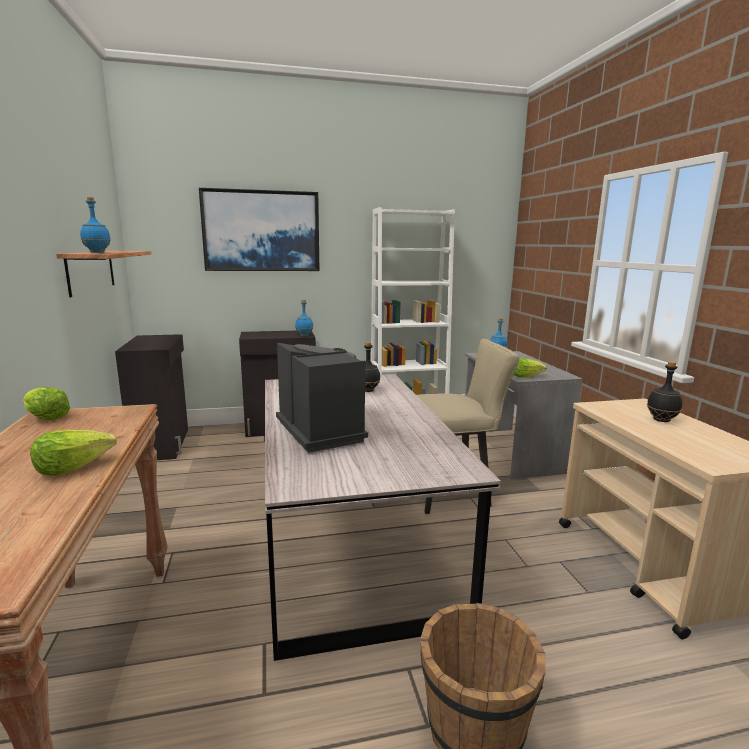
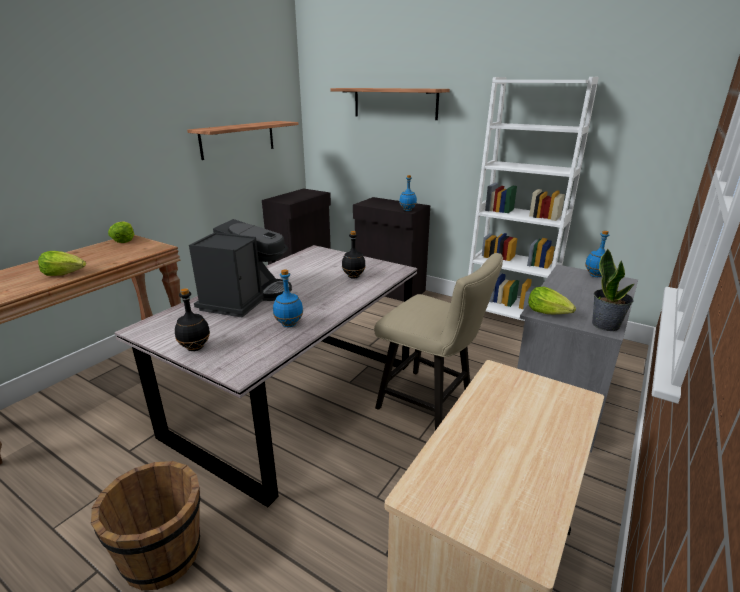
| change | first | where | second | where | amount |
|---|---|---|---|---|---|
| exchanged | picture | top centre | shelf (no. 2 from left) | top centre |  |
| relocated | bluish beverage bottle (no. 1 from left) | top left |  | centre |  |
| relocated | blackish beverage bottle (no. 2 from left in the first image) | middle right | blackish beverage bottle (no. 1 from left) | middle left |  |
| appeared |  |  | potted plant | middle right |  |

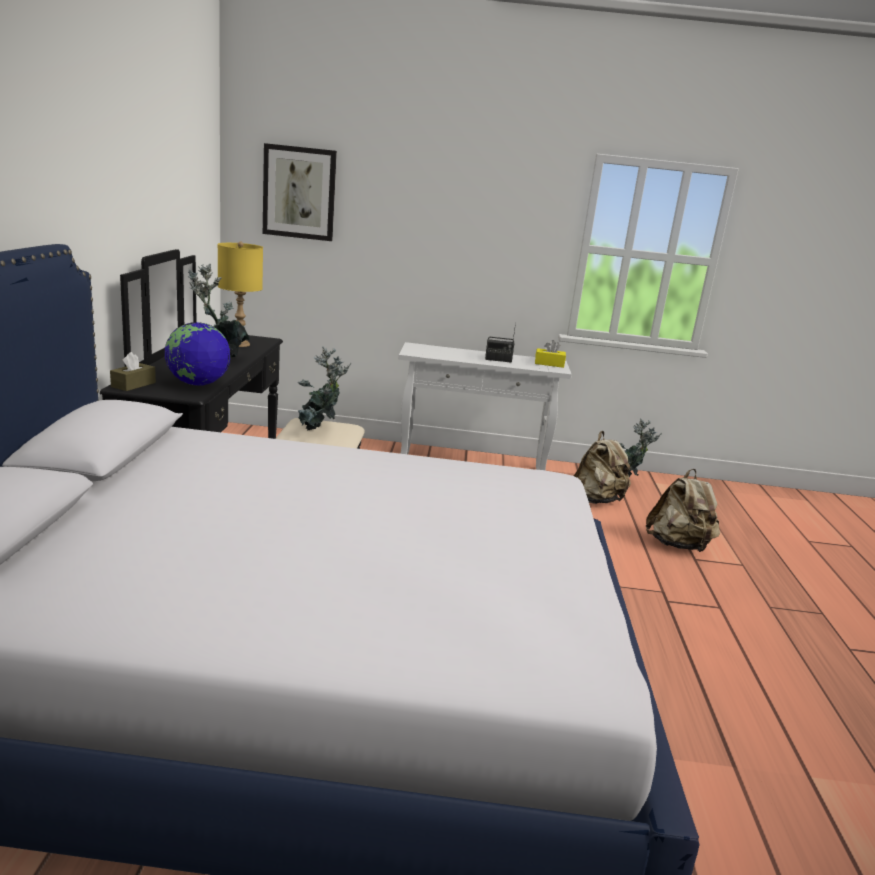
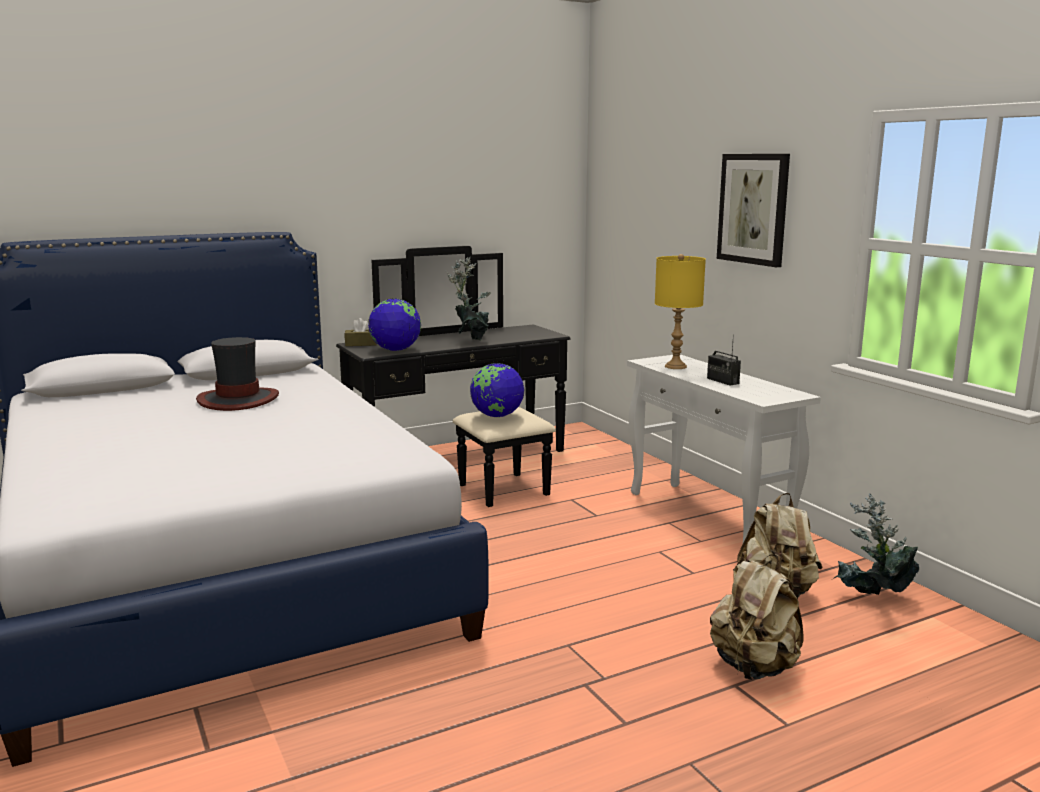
| change | first | where | second | where | amount |
|---|---|---|---|---|---|
| relocated | picture | top centre |  | top right |  |
| relocated | yellow-coloured tabletop lamp | middle left |  | centre |  |
| missing | yellow-coloured tissue box | centre |  |  |  |
| exchanged | potted plant (no. 2 from left) | centre | globe (no. 2 from left) | centre |  |
| appeared |  |  | wearable hat | middle left |  |

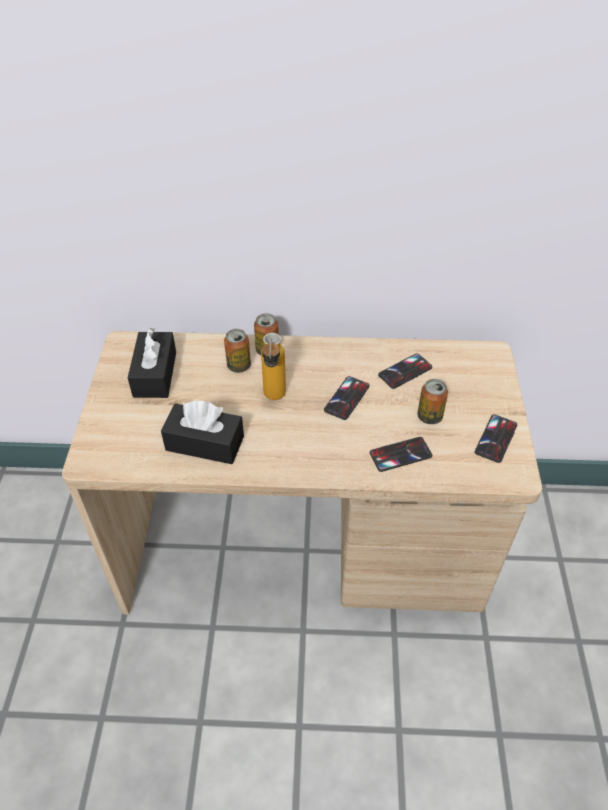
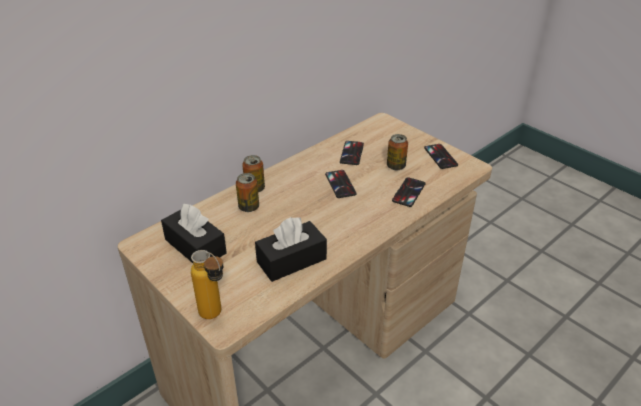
| change | first | where | second | where | amount |
|---|---|---|---|---|---|
| relocated | beverage bottle | centre |  | bottom left |  |

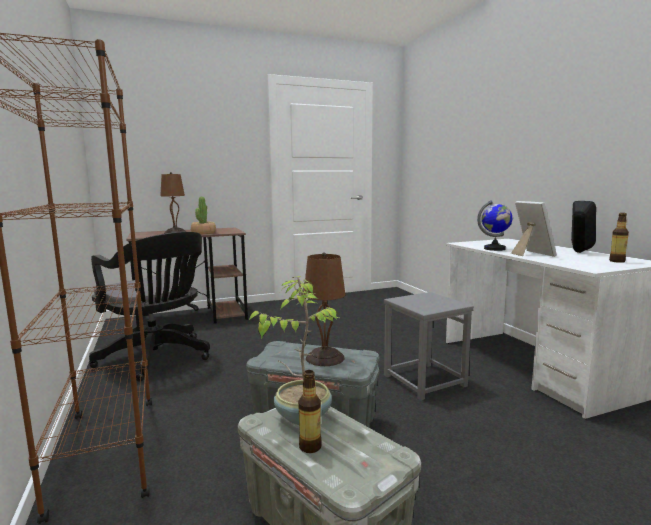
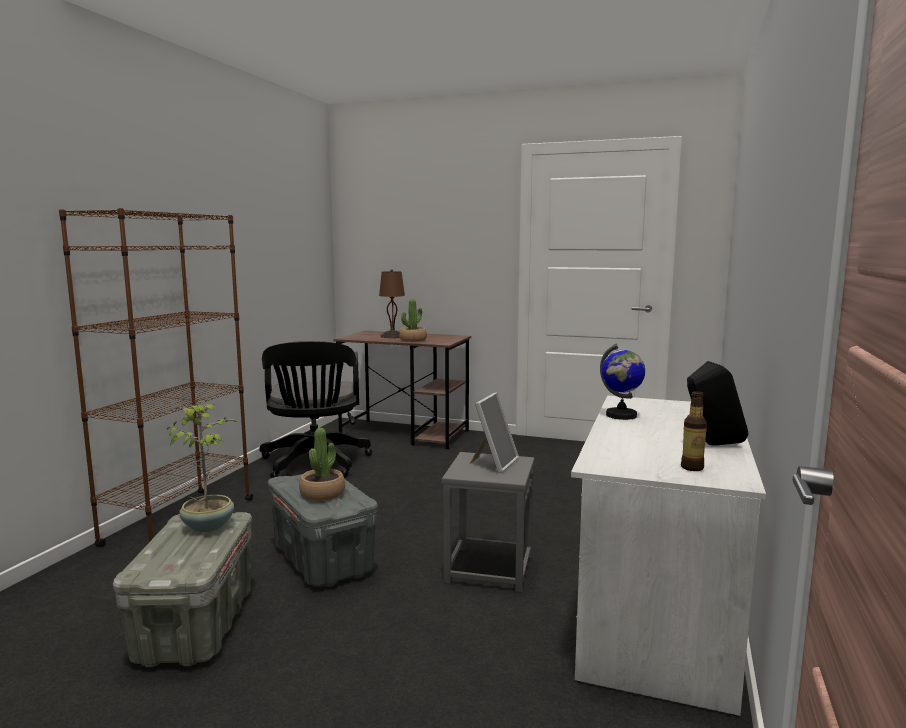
| change | first | where | second | where | amount |
|---|---|---|---|---|---|
| relocated | standing frame | middle right |  | centre |  |
| exchanged | brownish tabletop lamp (no. 2 from left) | centre | potted plant (no. 2 from left) | centre |  |
| missing | beverage bottle (no. 1 from left) | bottom centre |  |  |  |

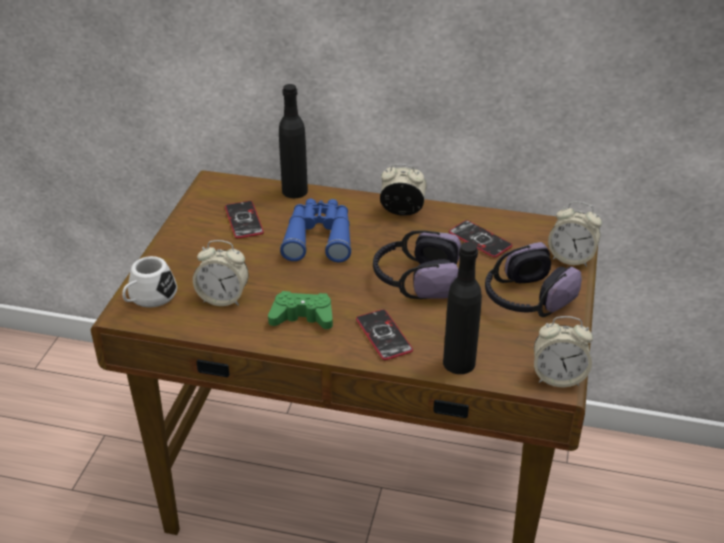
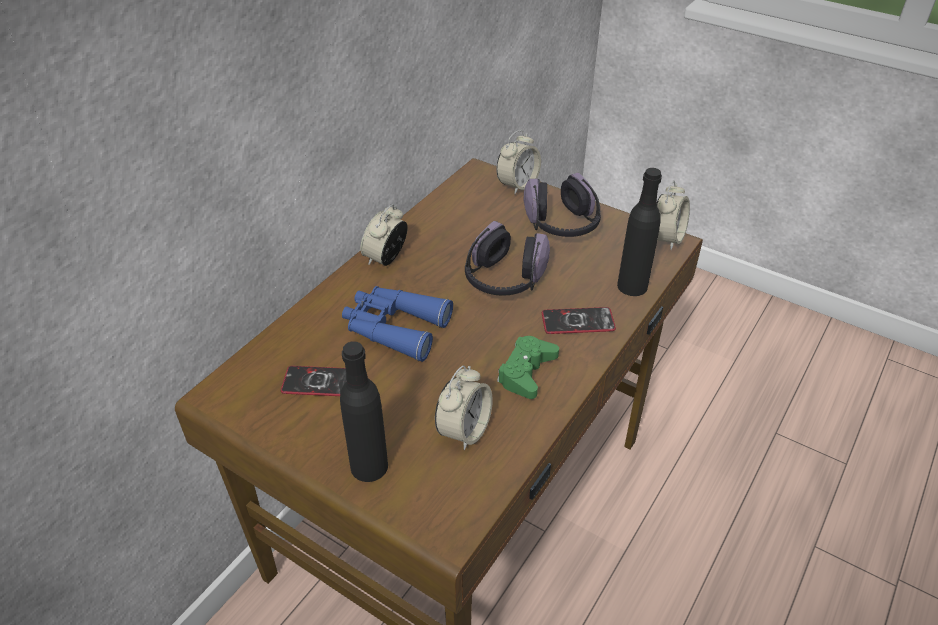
| change | first | where | second | where | amount |
|---|---|---|---|---|---|
| relocated | blackish beverage bottle (no. 1 from left) | top centre |  | centre |  |
| missing | telephone (no. 3 from left) | centre |  |  |  |
| missing | white-coloured coffee mug | middle left |  |  |  |

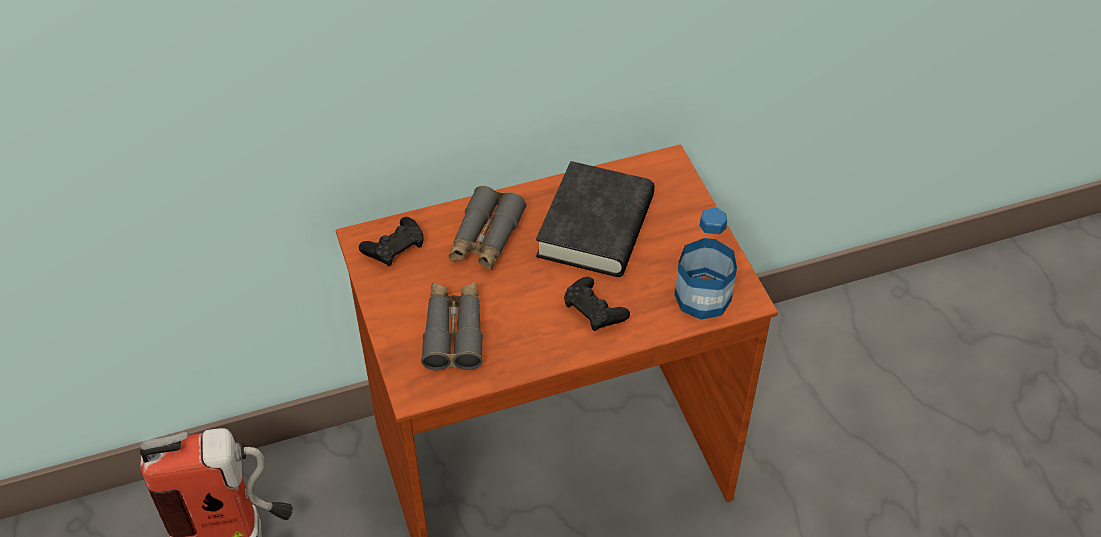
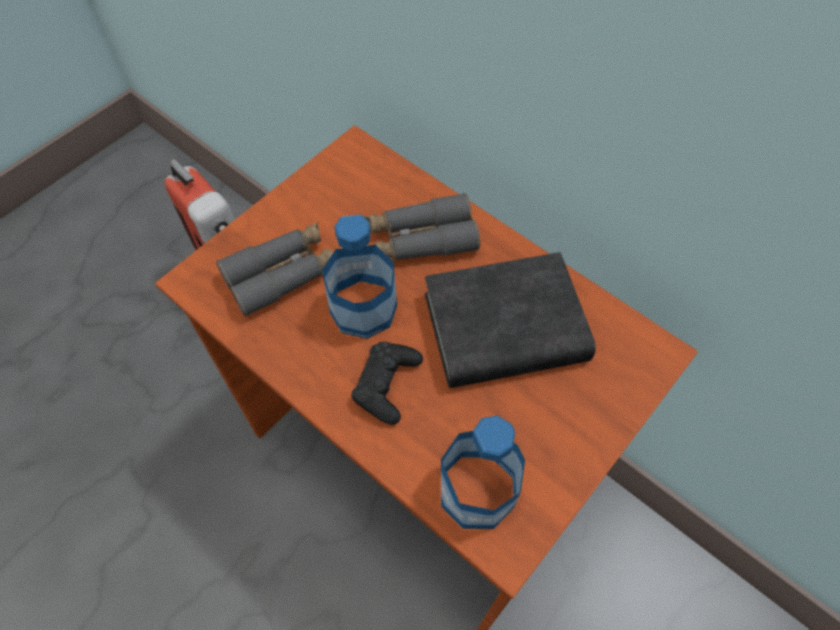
| change | first | where | second | where | amount |
|---|---|---|---|---|---|
| missing | blackish joypad (no. 1 from left) | centre |  |  |  |
| appeared |  |  | beverage bottle (no. 1 from left) | centre |  |

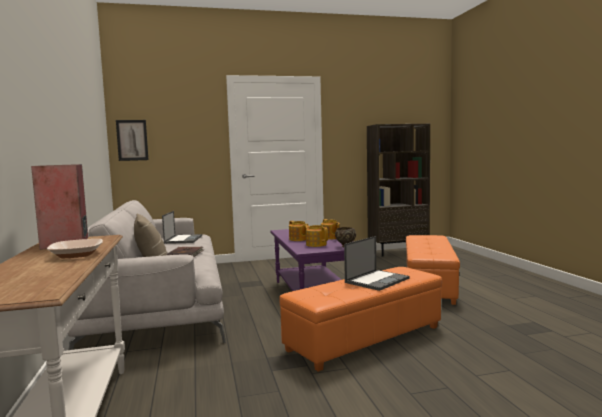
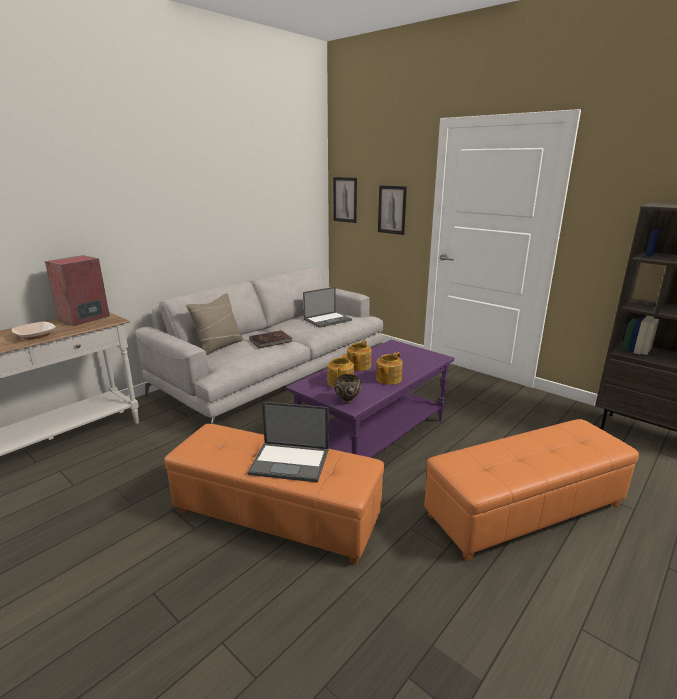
| change | first | where | second | where | amount |
|---|---|---|---|---|---|
| appeared |  |  | picture (no. 2 from left) | top centre |  |

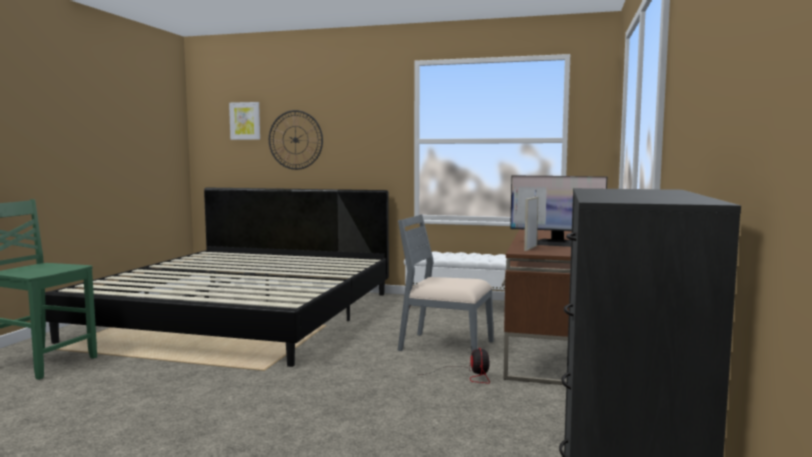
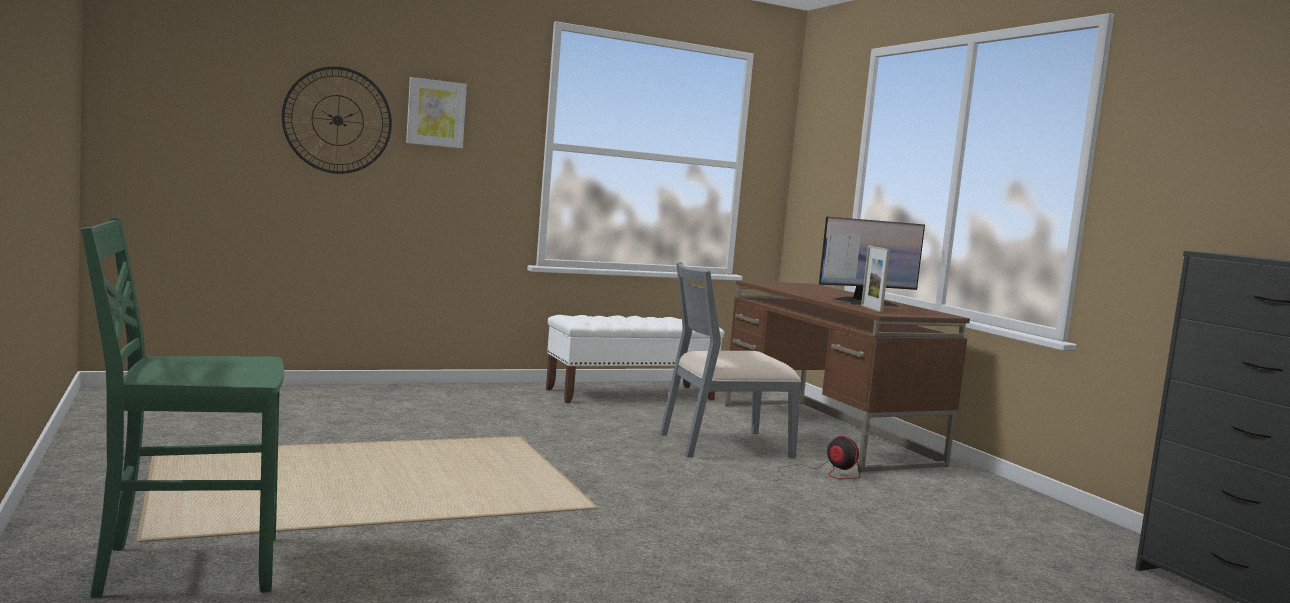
| change | first | where | second | where | amount |
|---|---|---|---|---|---|
| relocated | picture | top left |  | top centre |  |
| missing | bed | middle left |  |  |  |

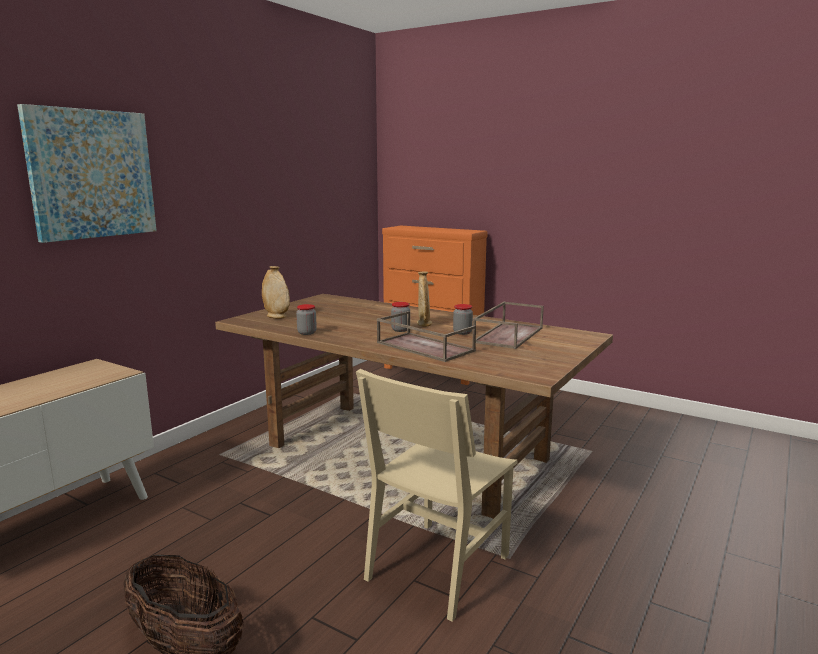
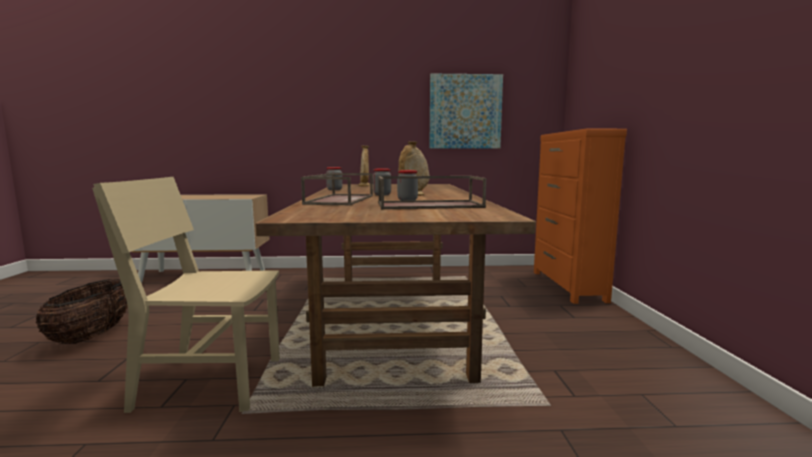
| change | first | where | second | where | amount |
|---|---|---|---|---|---|
| relocated | picture | top left |  | top centre |  |

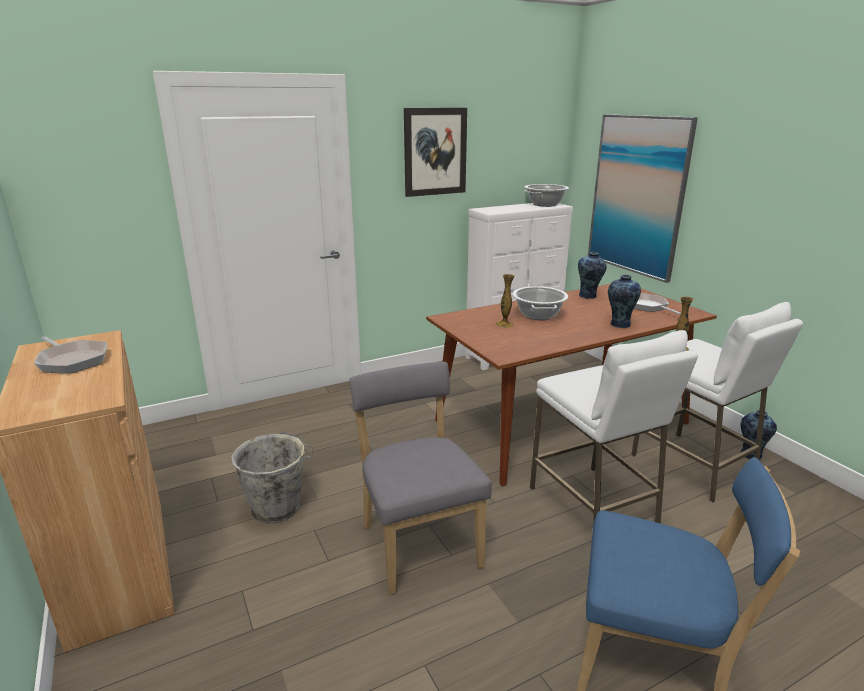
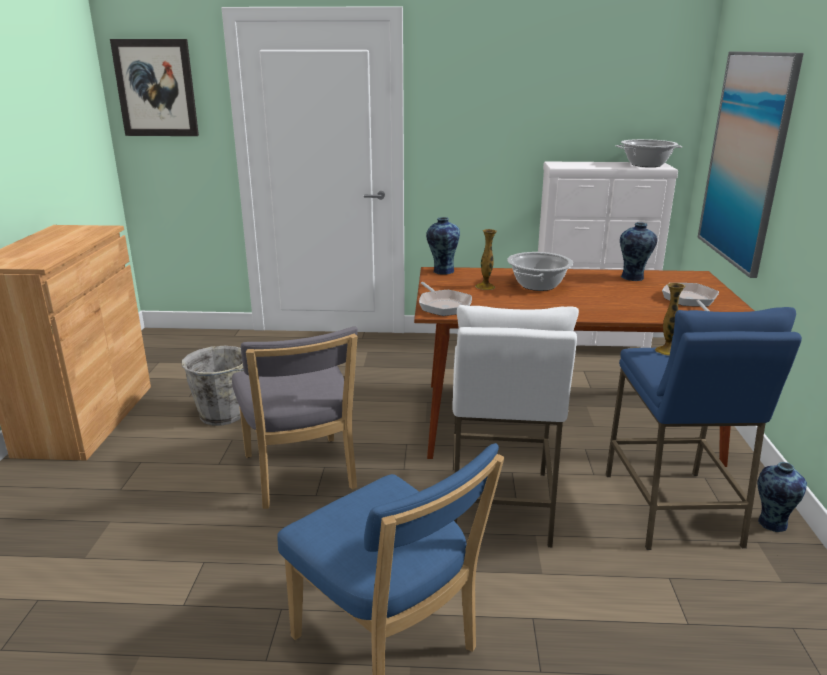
| change | first | where | second | where | amount |
|---|---|---|---|---|---|
| relocated | picture (no. 1 from left) | top centre |  | top left |  |
| relocated | decorative vase (no. 3 from left in the first image) | middle right | decorative vase (no. 1 from left) | centre |  |
| colour | white-coloured sitting stool (no. 2 from left) | middle right | bluish sitting stool | middle right |  |
| relocated | pan (no. 1 from left) | middle left |  | centre |  |
| spun | gray upright chair | bottom centre |  | centre | 150 degrees clockwise |

